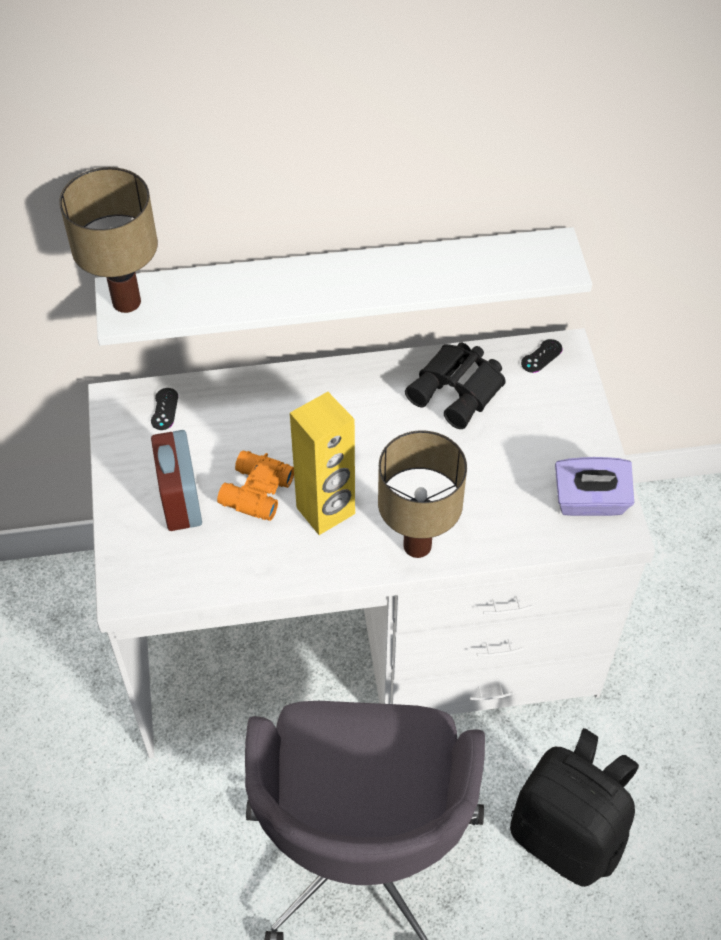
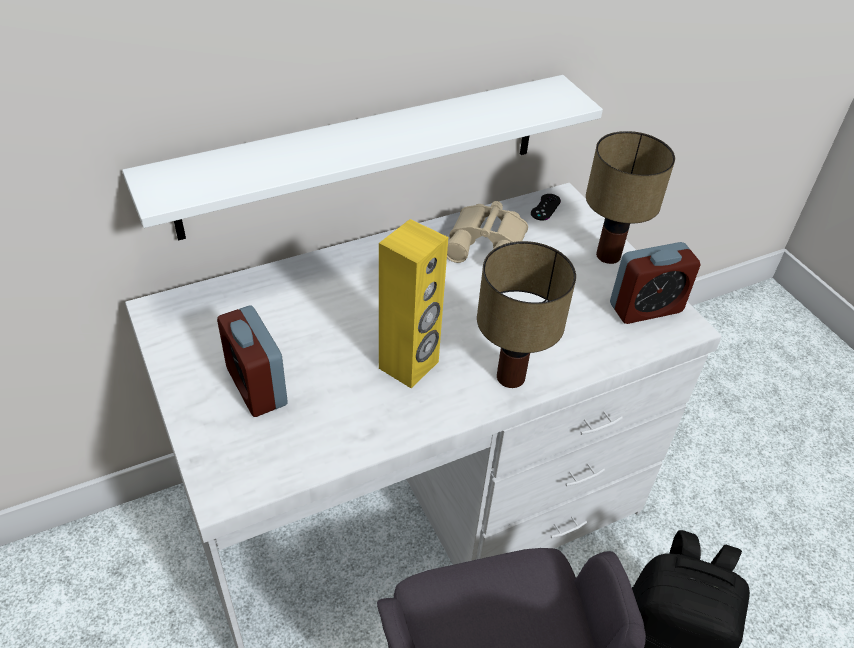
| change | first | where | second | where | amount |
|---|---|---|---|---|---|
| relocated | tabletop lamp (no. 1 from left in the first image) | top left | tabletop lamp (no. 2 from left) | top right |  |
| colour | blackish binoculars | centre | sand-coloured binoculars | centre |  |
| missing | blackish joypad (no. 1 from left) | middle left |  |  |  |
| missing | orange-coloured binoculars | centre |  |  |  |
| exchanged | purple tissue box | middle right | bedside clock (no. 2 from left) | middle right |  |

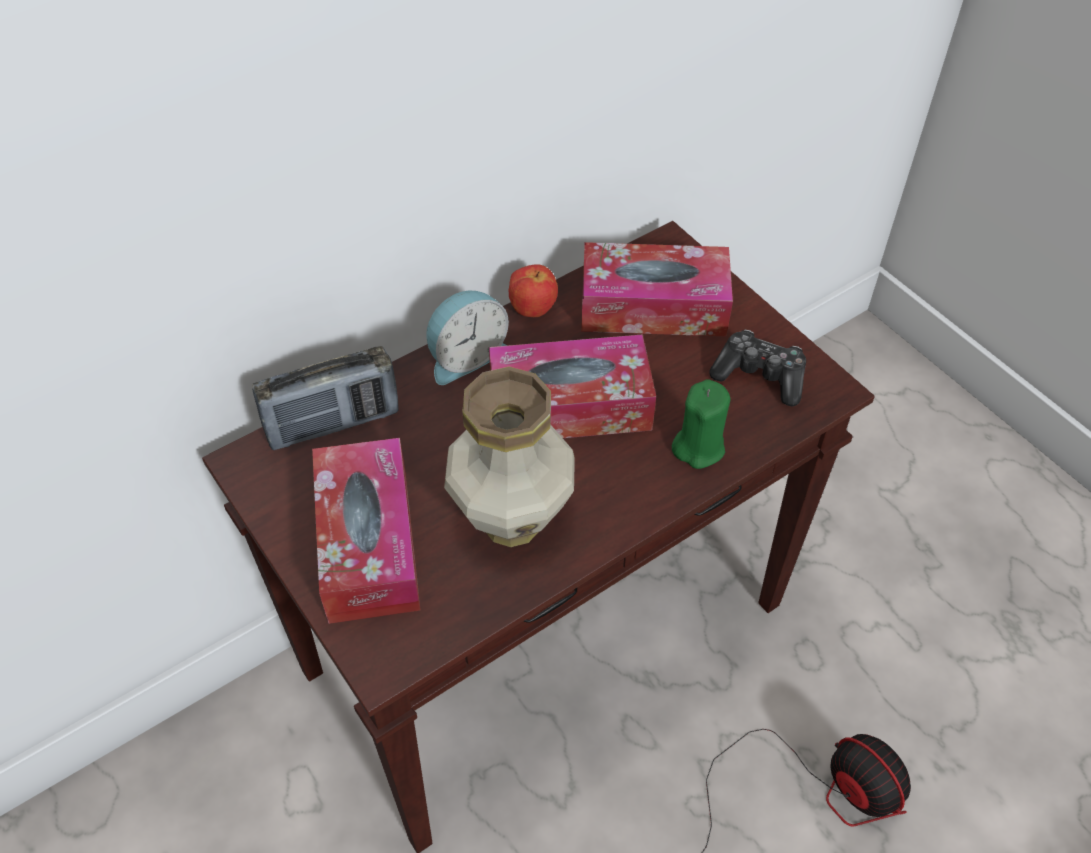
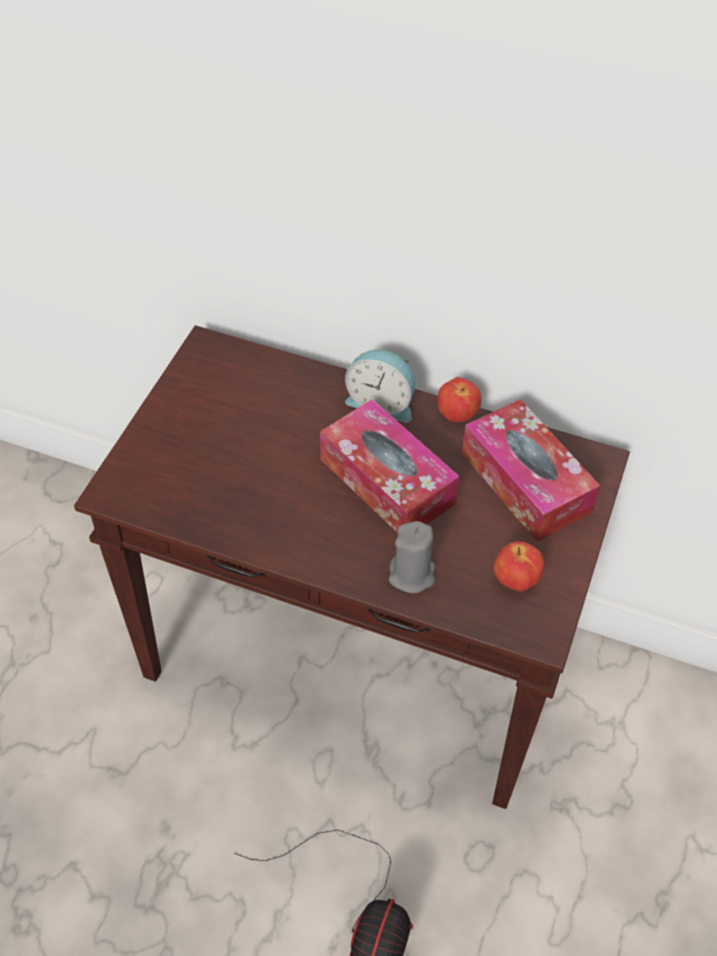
| change | first | where | second | where | amount |
|---|---|---|---|---|---|
| exchanged | joypad | middle right | apple (no. 2 from left) | middle right |  |
| missing | radio | middle left |  |  |  |
| missing | decorative vase | centre |  |  |  |
| colour | green wax candle | centre | gray wax candle | centre |  |
| missing | tissue box (no. 1 from left) | centre |  |  |  |

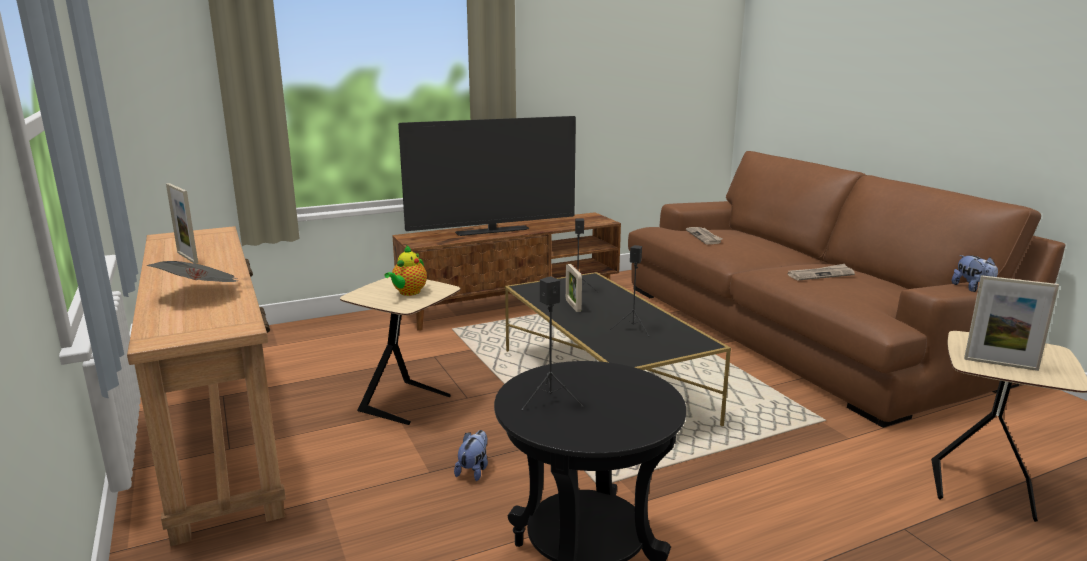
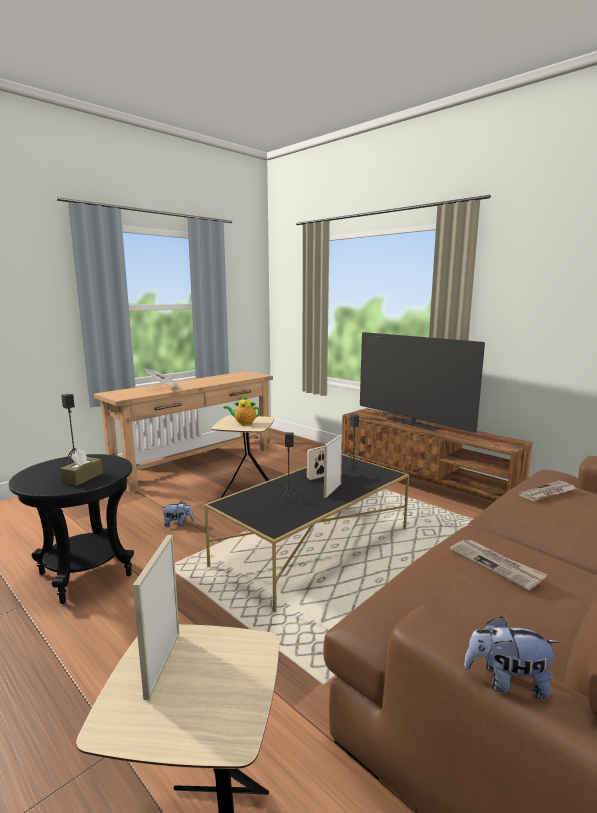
| change | first | where | second | where | amount |
|---|---|---|---|---|---|
| relocated | standing frame (no. 1 from left in the first image) | middle left | standing frame (no. 3 from left) | centre |  |
| spun | plush toy (no. 2 from left) | middle right |  | bottom right | 45 degrees clockwise |
| appeared |  |  | brownish tissue box | middle left |  |

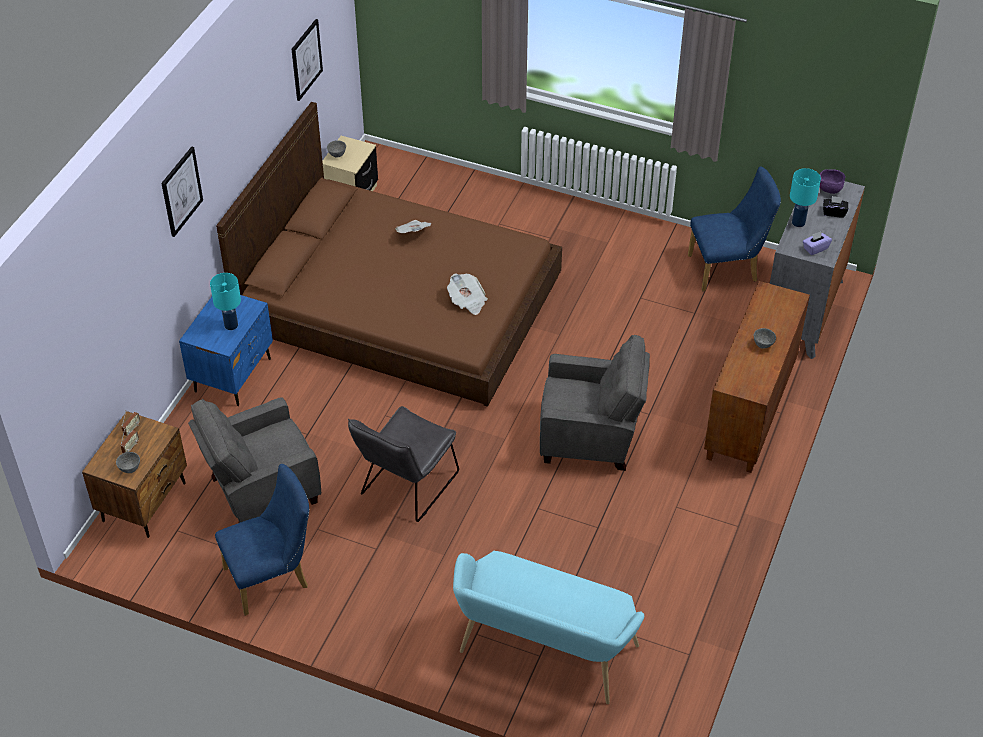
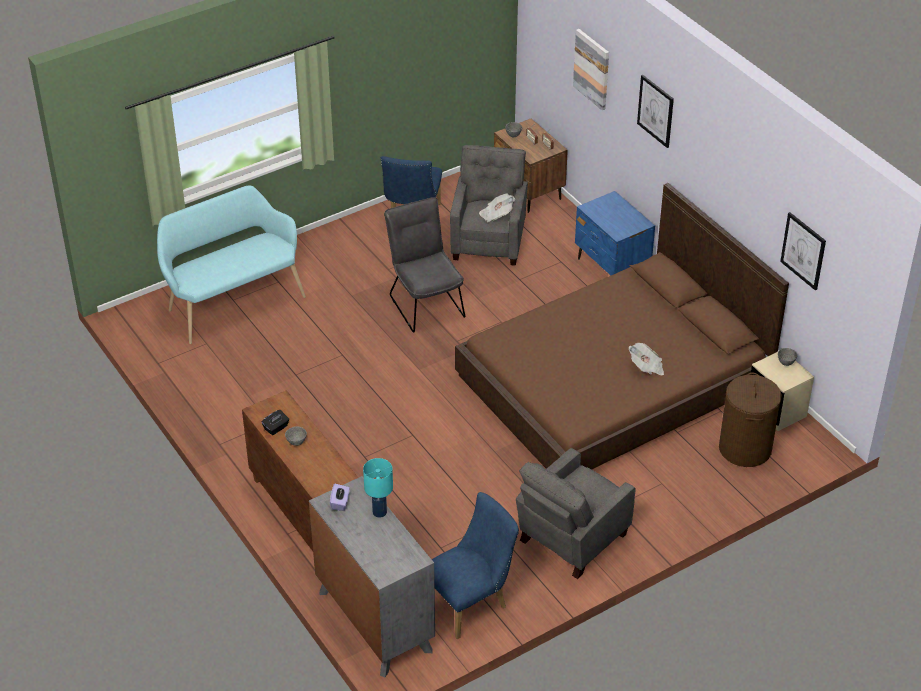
| change | first | where | second | where | amount |
|---|---|---|---|---|---|
| spun | bluish upright chair (no. 2 from left) | top right |  | bottom centre | 150 degrees counterclockwise |
| missing | purple deep dish | top right |  |  |  |
| relocated | blackish tissue box | top right |  | middle left |  |
| missing | turquoise tabletop lamp (no. 1 from left) | middle left |  |  |  |
| relocated | printed paper (no. 2 from left in the first image) | centre | printed paper (no. 1 from left) | top centre |  |
| relocated | gray armchair (no. 2 from left) | centre |  | bottom centre |  |
| appeared |  |  | picture (no. 1 from left) | top centre |  |
| appeared |  |  | brownish laundry basket | middle right |  |

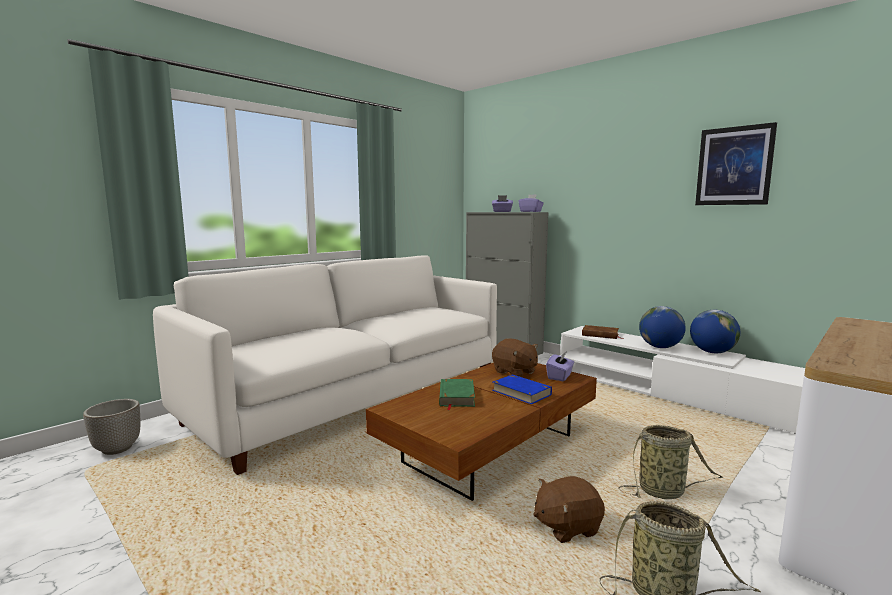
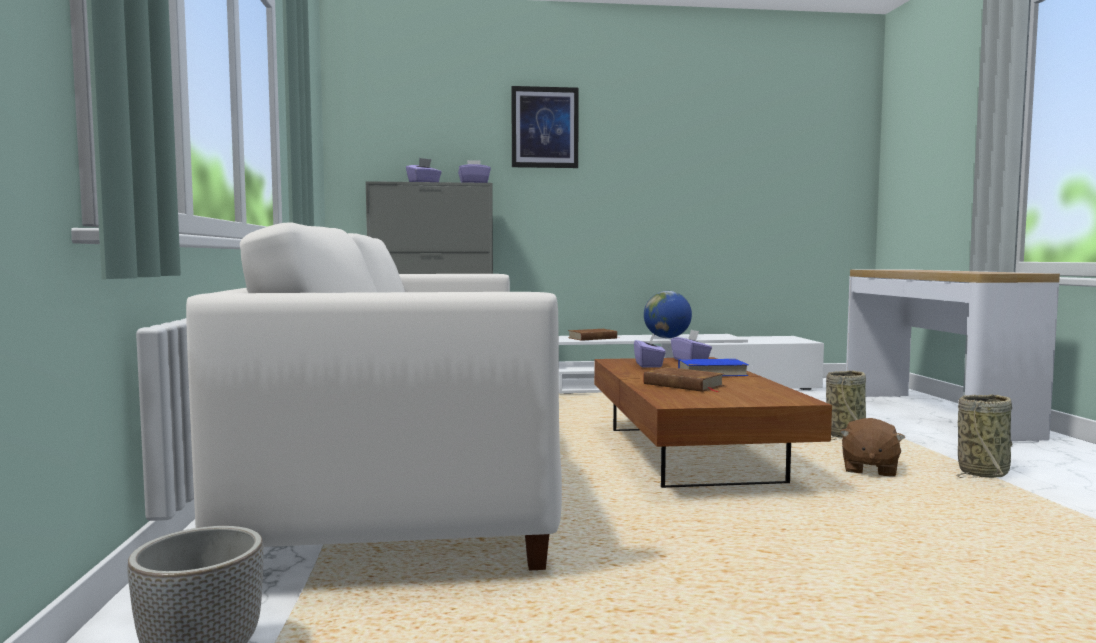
| change | first | where | second | where | amount |
|---|---|---|---|---|---|
| relocated | picture | top right |  | top centre |  |
| missing | globe (no. 2 from left) | middle right |  |  |  |
| exchanged | brownish plush toy (no. 1 from left) | centre | purple tissue box (no. 3 from left) | centre |  |
| colour | green book | centre | brownish book (no. 2 from left) | centre |  |

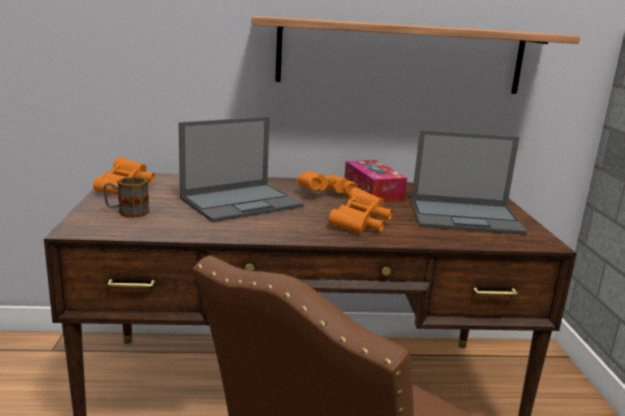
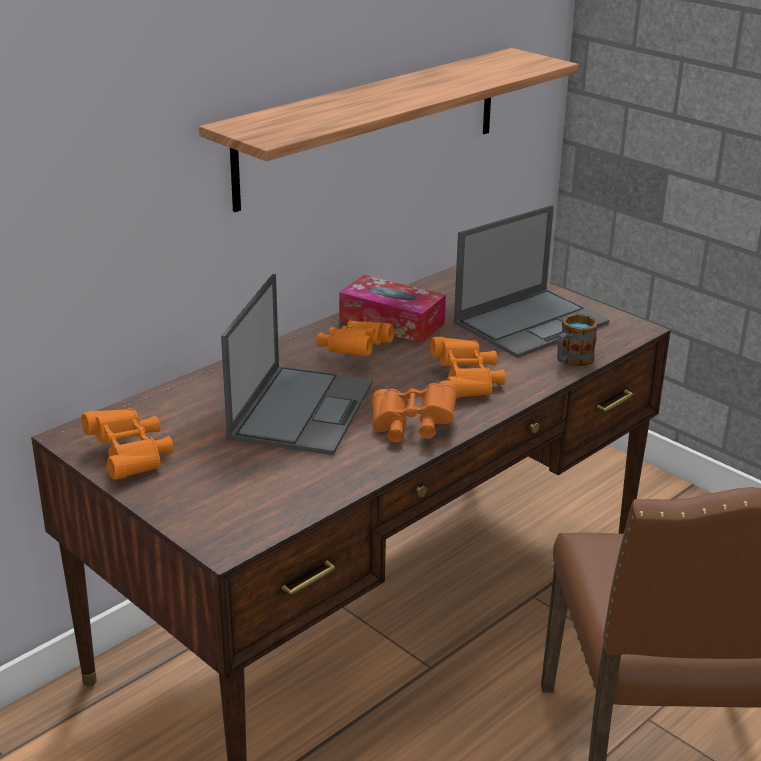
| change | first | where | second | where | amount |
|---|---|---|---|---|---|
| relocated | coffee mug | middle left |  | middle right |  |
| appeared |  |  | orange-coloured binoculars (no. 3 from left) | centre |  |

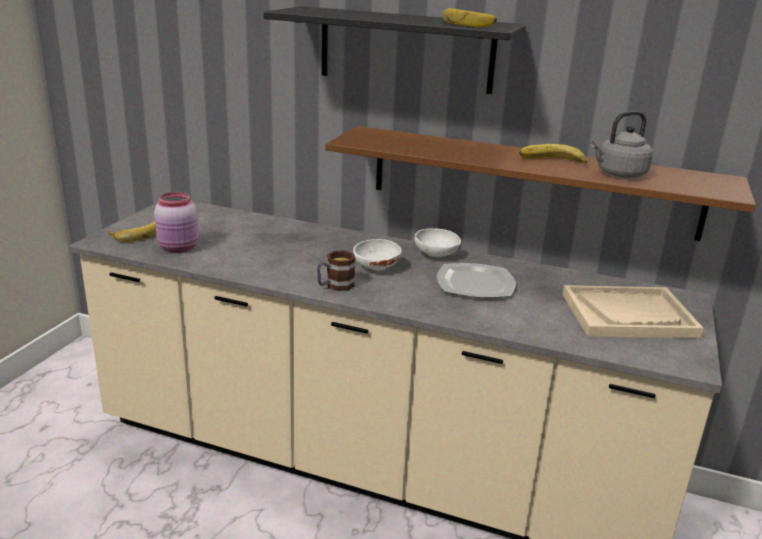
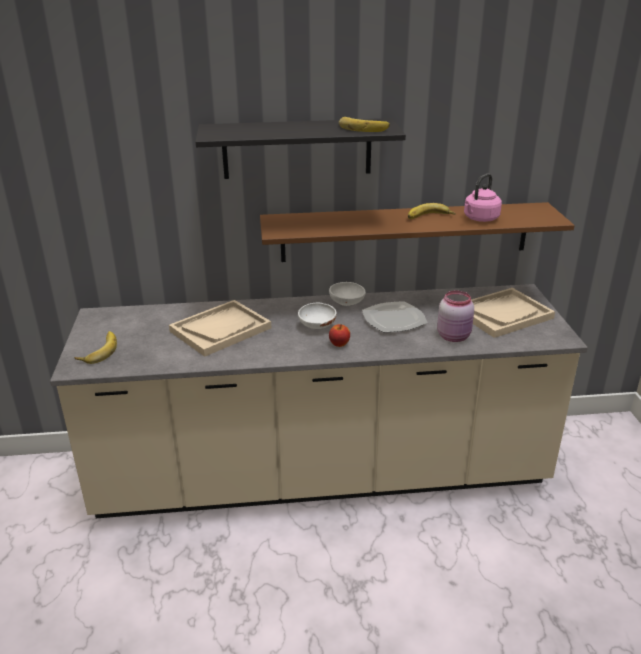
| change | first | where | second | where | amount |
|---|---|---|---|---|---|
| colour | gray kettle | top right | pink kettle | top right |  |
| relocated | pink preserve jar | middle left |  | middle right |  |
| missing | coffee mug | centre |  |  |  |
| appeared |  |  | sand-coloured tray (no. 1 from left) | centre |  |
| appeared |  |  | apple | centre |  |

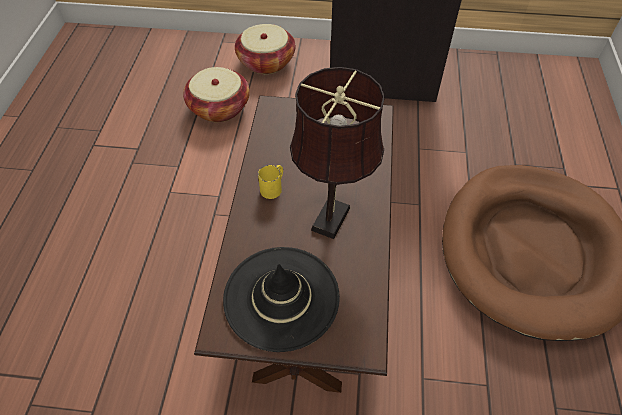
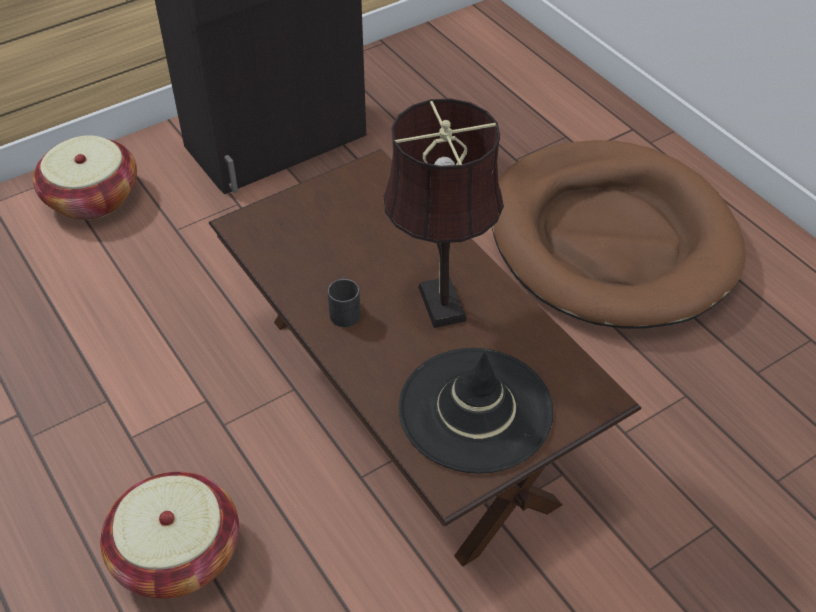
| change | first | where | second | where | amount |
|---|---|---|---|---|---|
| relocated | basket (no. 1 from left in the first image) | top centre | basket (no. 2 from left) | bottom left |  |
| colour | yellow-coloured coffee mug | centre | blackish coffee mug | centre |  |

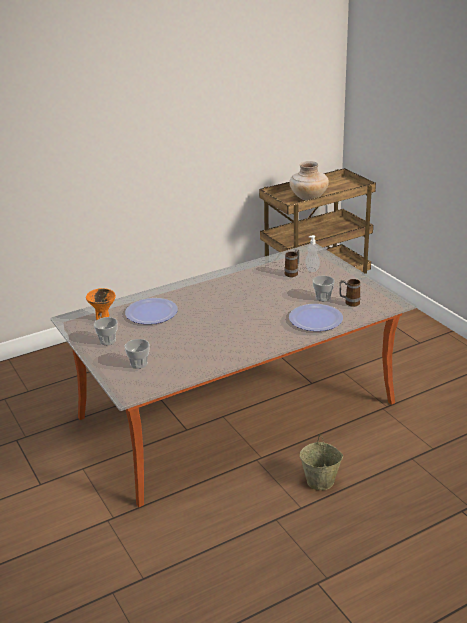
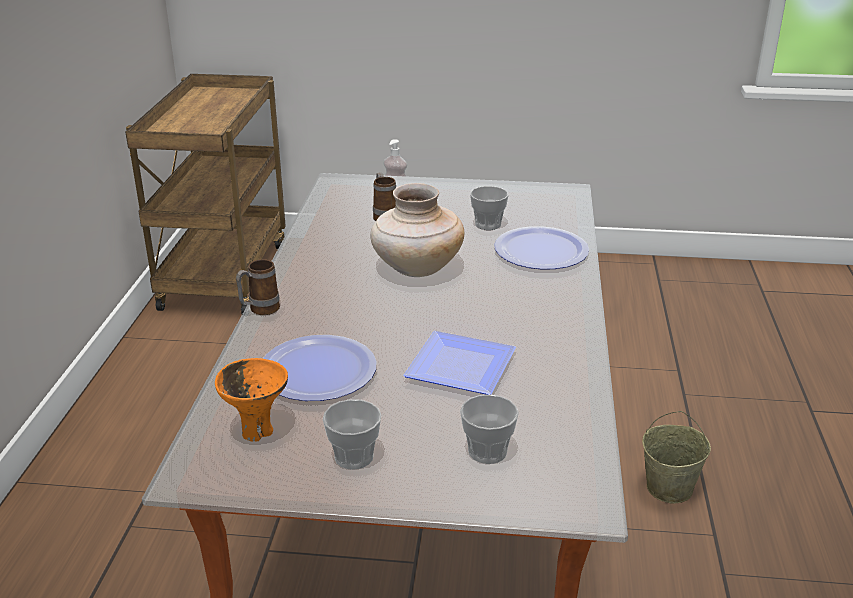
| change | first | where | second | where | amount |
|---|---|---|---|---|---|
| relocated | sand-coloured decorative vase | top centre |  | centre |  |
| relocated | coffee mug (no. 2 from left in the first image) | middle right | coffee mug (no. 1 from left) | middle left |  |
| appeared |  |  | flat dish (no. 2 from left) | centre |  |

